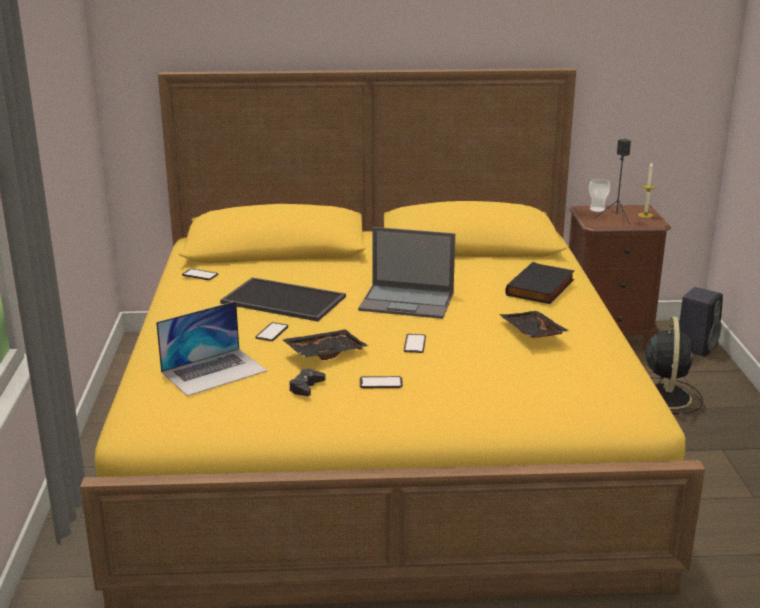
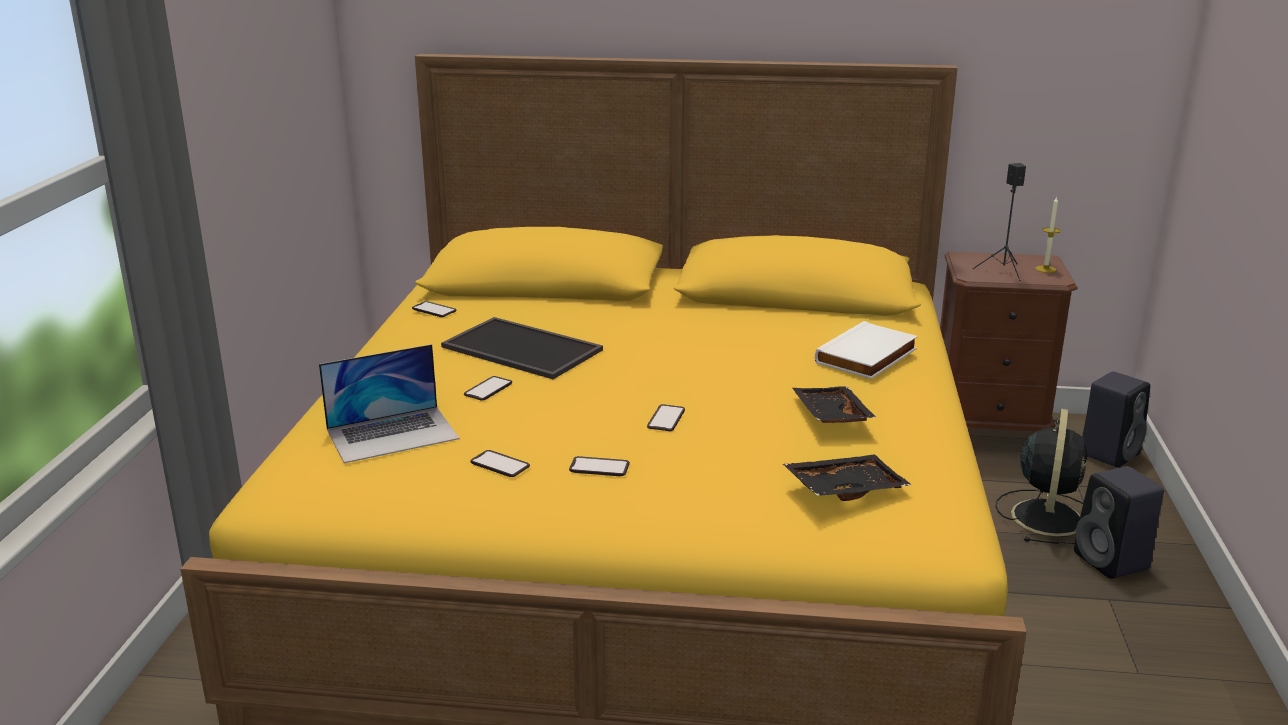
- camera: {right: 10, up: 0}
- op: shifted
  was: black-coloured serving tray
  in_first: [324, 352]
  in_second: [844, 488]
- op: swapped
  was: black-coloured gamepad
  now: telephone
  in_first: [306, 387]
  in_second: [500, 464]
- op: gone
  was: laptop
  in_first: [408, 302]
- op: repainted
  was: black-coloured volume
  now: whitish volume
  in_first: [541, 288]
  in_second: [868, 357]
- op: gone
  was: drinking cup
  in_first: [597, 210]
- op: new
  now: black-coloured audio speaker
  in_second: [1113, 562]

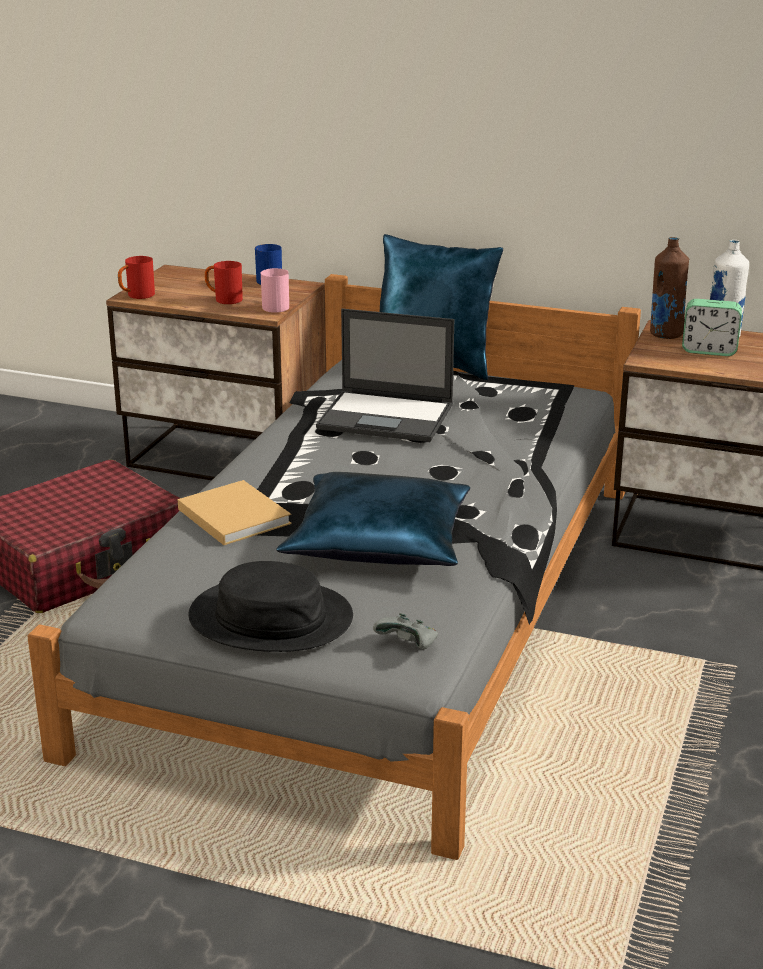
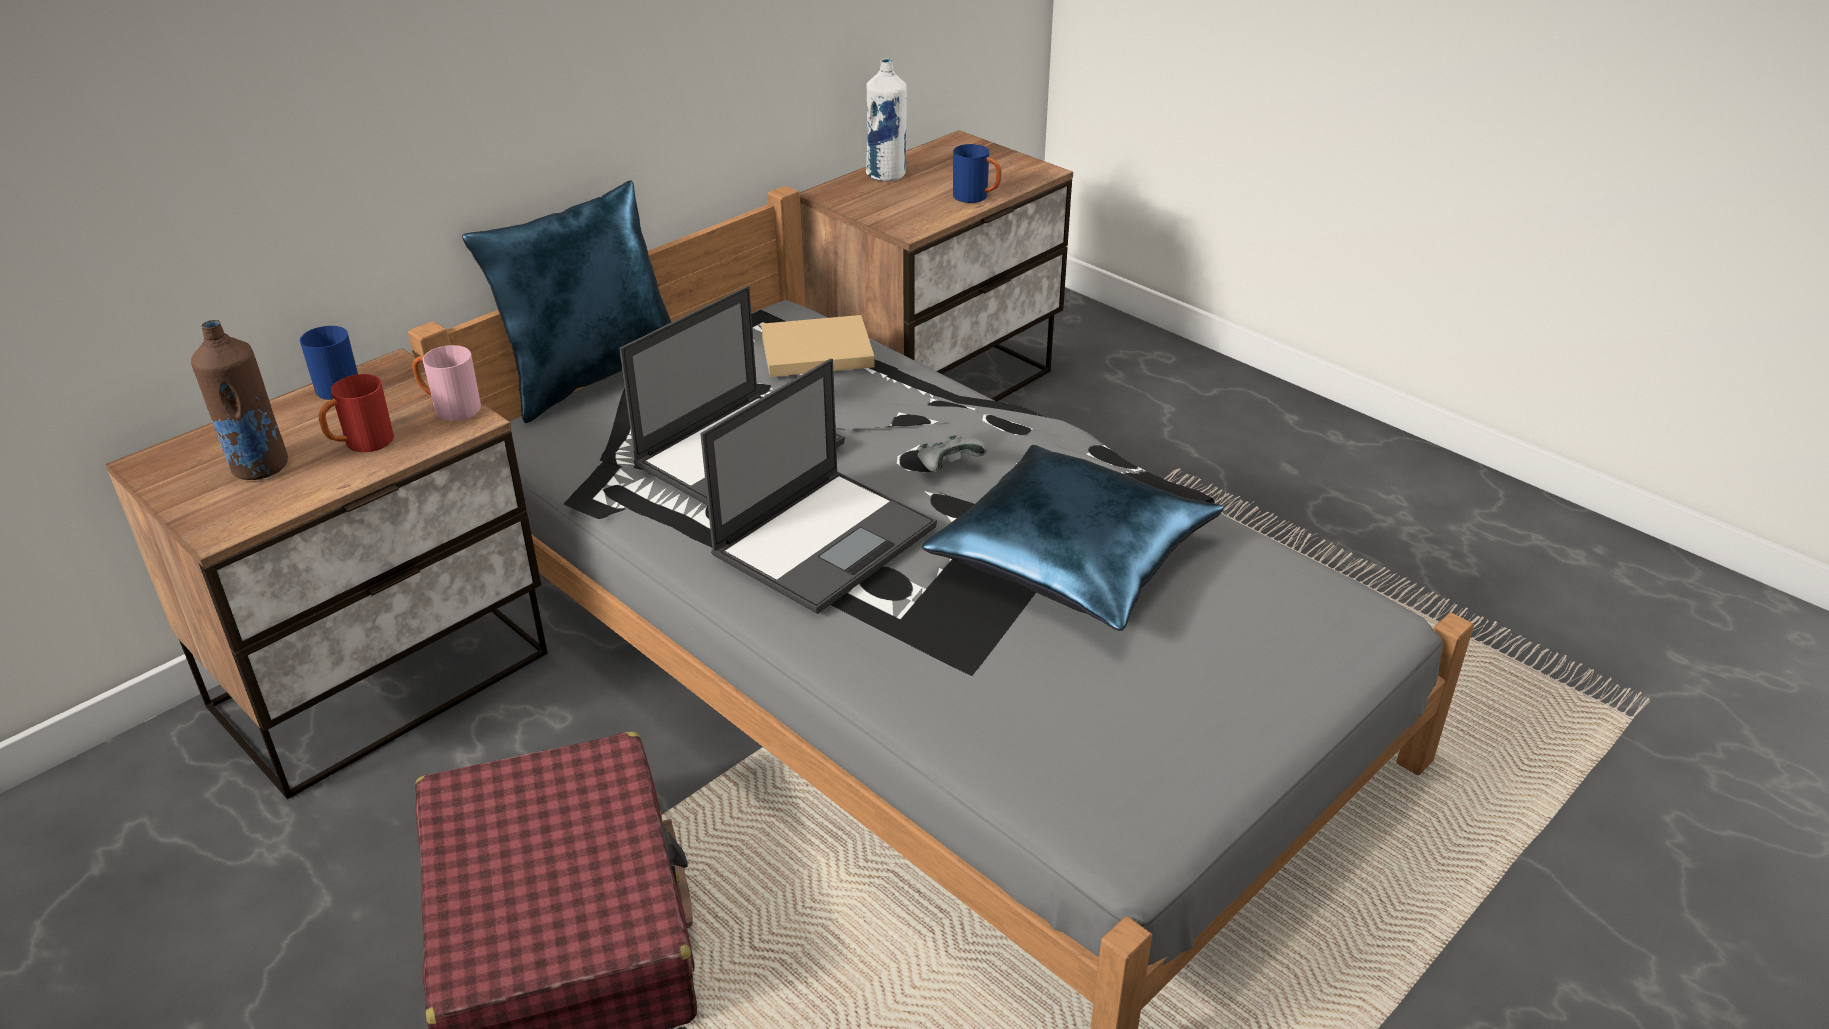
- camera: {right: -65, up: 10}
- op: gone
  was: red mug
  in_first: [136, 296]
- op: shifted
  was: beige volume
  in_first: [232, 515]
  in_second: [813, 351]
- op: gone
  was: black-coloured wearable hat
  in_first: [271, 618]
- op: shifted
  was: greyish gamepad
  in_first: [409, 646]
  in_second: [949, 467]
- op: shifted
  was: brown bottle
  in_first: [665, 334]
  in_second: [259, 467]
- op: gone
  was: bedside clock
  in_first: [709, 351]
- op: new
  now: laptop
  in_second: [826, 539]
- op: new
  now: blue-coloured mug
  in_second: [976, 198]

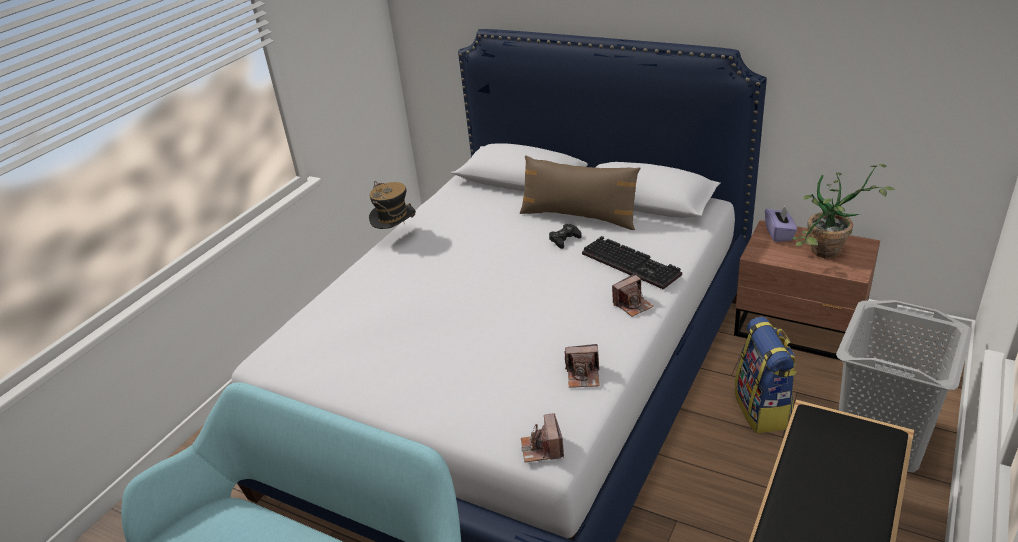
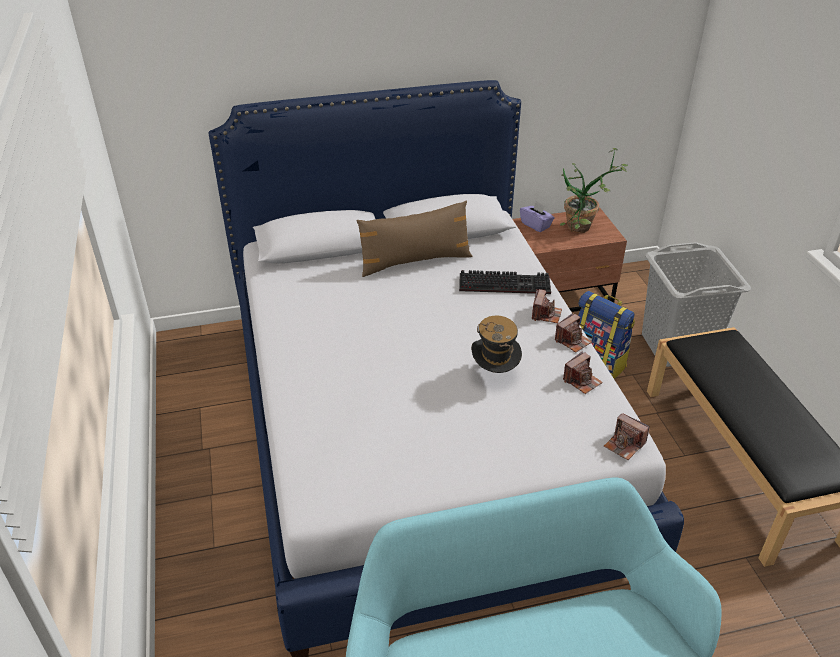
- camera: {right: -45, up: 5}
- op: shifted
  was: wearable hat
  in_first: [396, 237]
  in_second: [494, 374]
- op: gone
  was: black-coloured gamepad
  in_first: [564, 239]
- op: new
  now: photo camera
  in_second: [572, 341]

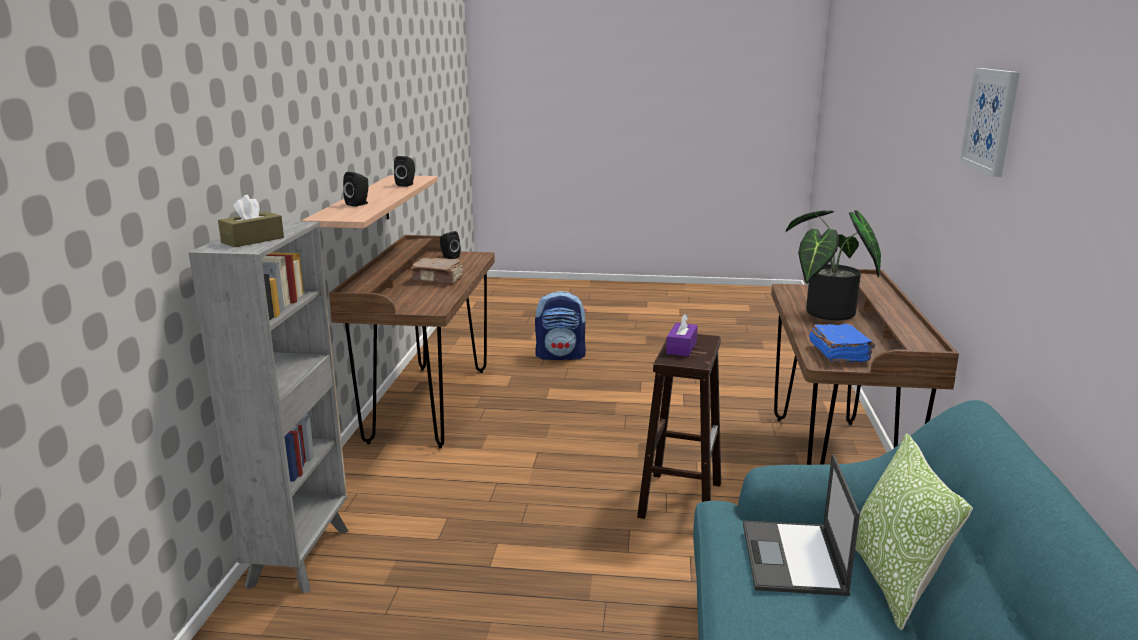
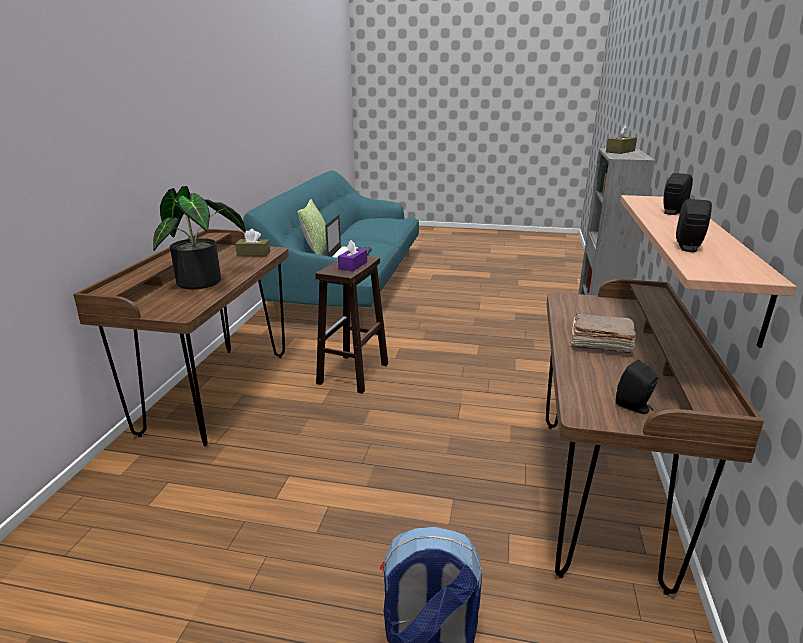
- camera: {right: -175, up: 5}
- op: swapped
  was: blue-coloured volume
  now: brown box of tissues
  in_first: [839, 354]
  in_second: [253, 254]
- op: gone
  was: wall art
  in_first: [991, 120]

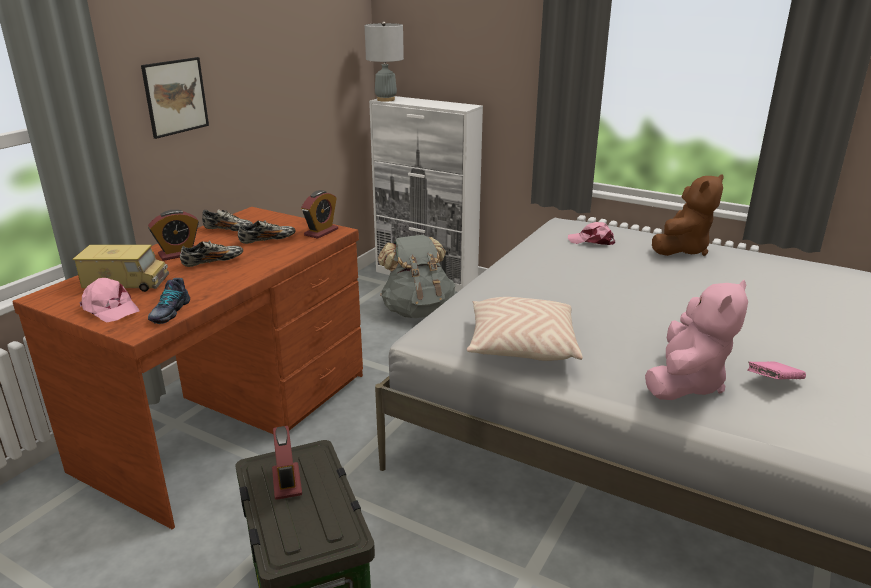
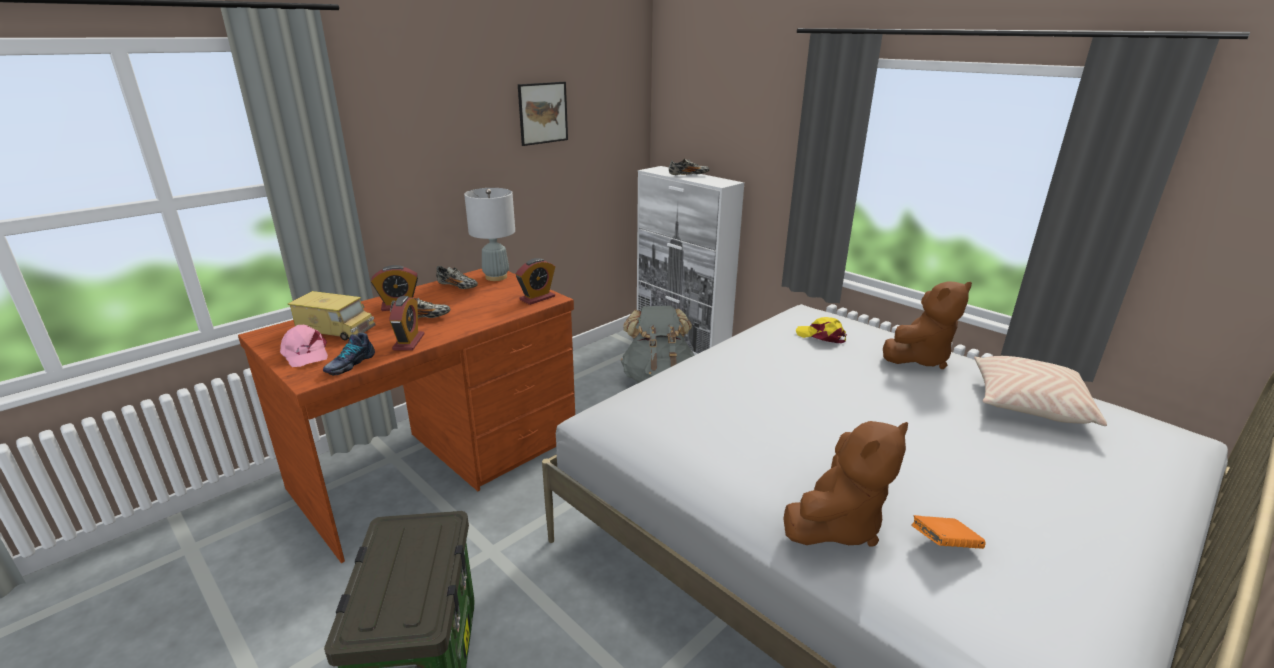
- camera: {right: 15, up: 0}
- op: shifted
  was: wall art
  in_first: [175, 97]
  in_second: [543, 113]
- op: shifted
  was: low shoe
  in_first: [267, 240]
  in_second: [688, 175]
- op: shifted
  was: bedside clock
  in_first: [287, 482]
  in_second: [409, 342]
- op: shifted
  was: greyish table lamp
  in_first: [386, 99]
  in_second: [496, 277]
- op: shifted
  was: beige throw pillow
  in_first: [521, 346]
  in_second: [1028, 405]
- op: repainted
  was: pink peaked cap
  now: yellow peaked cap
  in_first: [592, 241]
  in_second: [821, 336]
- op: repainted
  was: pink cuddly toy
  now: brown cuddly toy
  in_first: [686, 383]
  in_second: [836, 525]
- op: repainted
  was: pink volume
  now: orangey volume
  in_first: [773, 382]
  in_second: [944, 544]

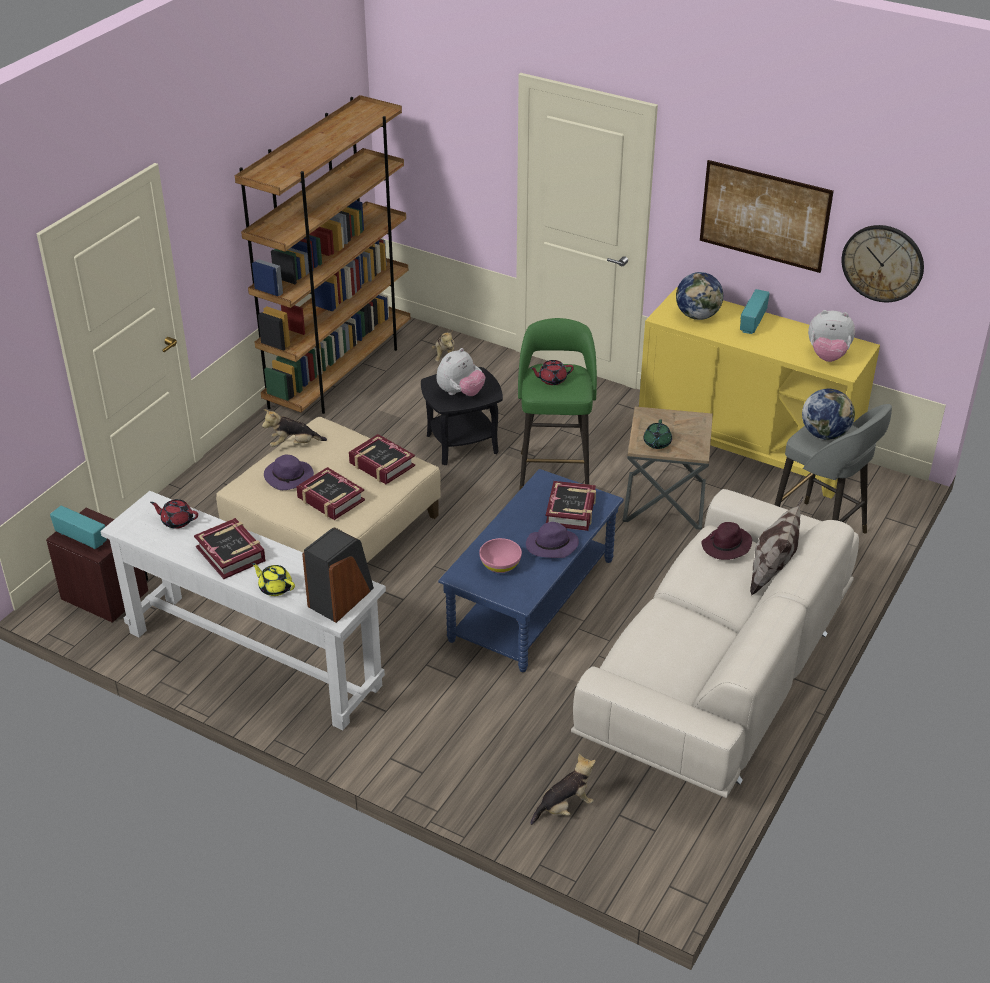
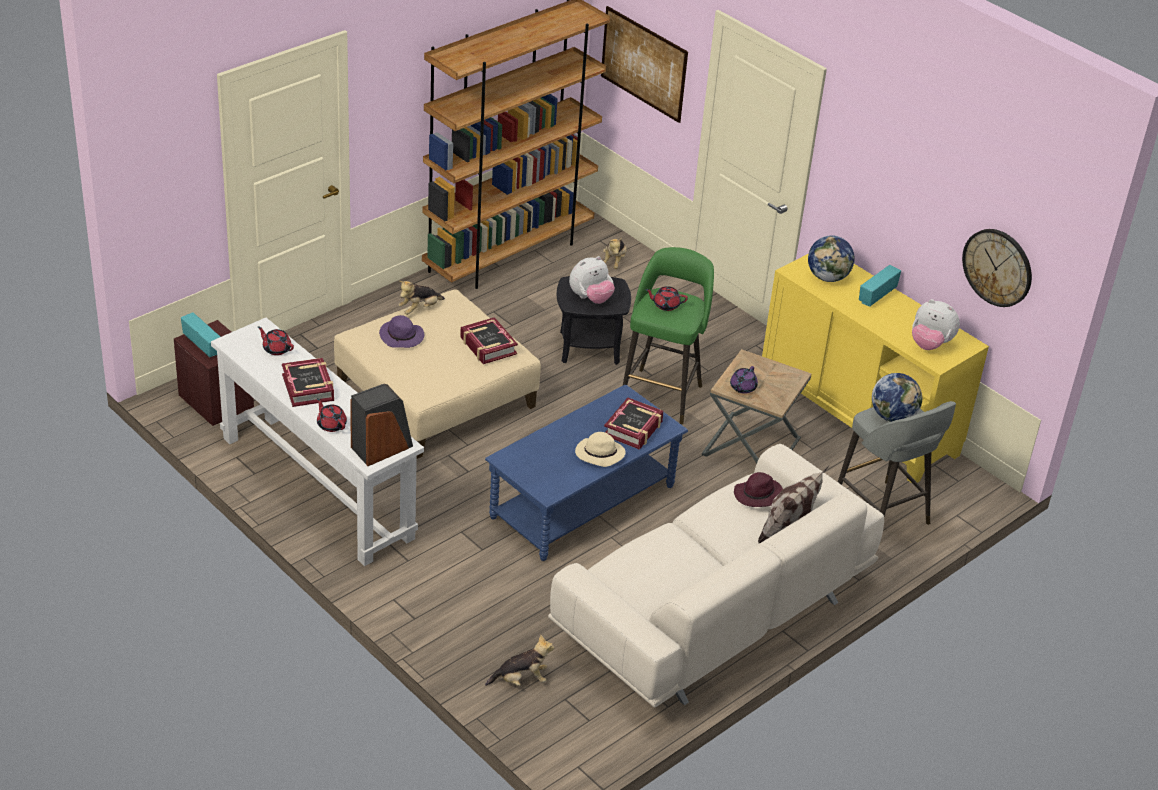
- camera: {right: 15, up: 0}
- op: repainted
  was: yellow tea pot
  now: red tea pot
  in_first: [275, 587]
  in_second: [331, 424]
- op: rotated
  was: cuddly toy
  in_first: [294, 445]
  in_second: [419, 309]
  clockwise: -45
- op: gone
  was: volume
  in_first: [330, 499]
- op: gone
  was: pink bowl
  in_first: [500, 565]
- op: repainted
  was: purple wearable hat
  now: beige wearable hat
  in_first: [551, 546]
  in_second: [599, 454]
- op: repainted
  was: green-coloured tea pot
  now: purple tea pot
  in_first: [657, 443]
  in_second: [742, 388]
- op: shifted
  was: wall art
  in_first: [764, 216]
  in_second: [643, 64]

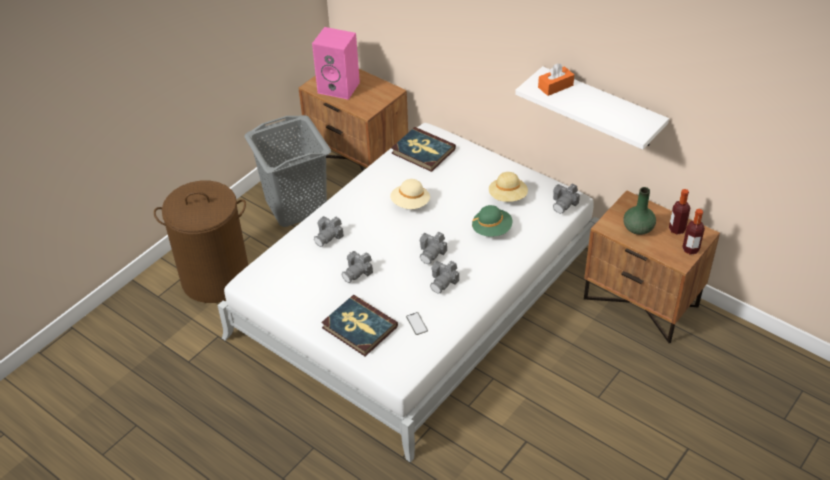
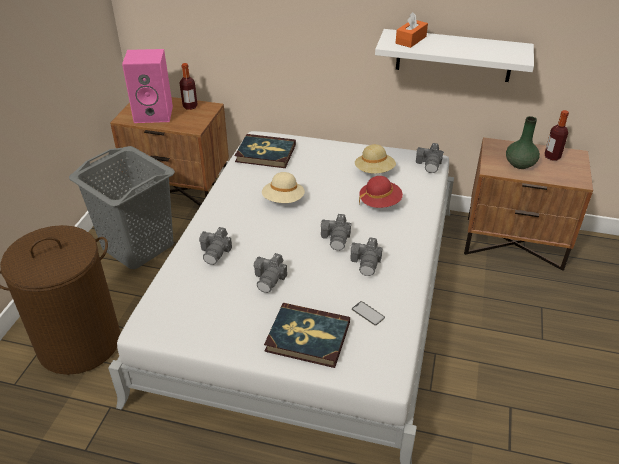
- camera: {right: -25, up: -5}
- op: repainted
  was: green-coloured wearable hat
  now: red wearable hat
  in_first: [492, 229]
  in_second: [380, 202]
- op: shifted
  was: bottle
  in_first: [690, 249]
  in_second: [190, 106]

